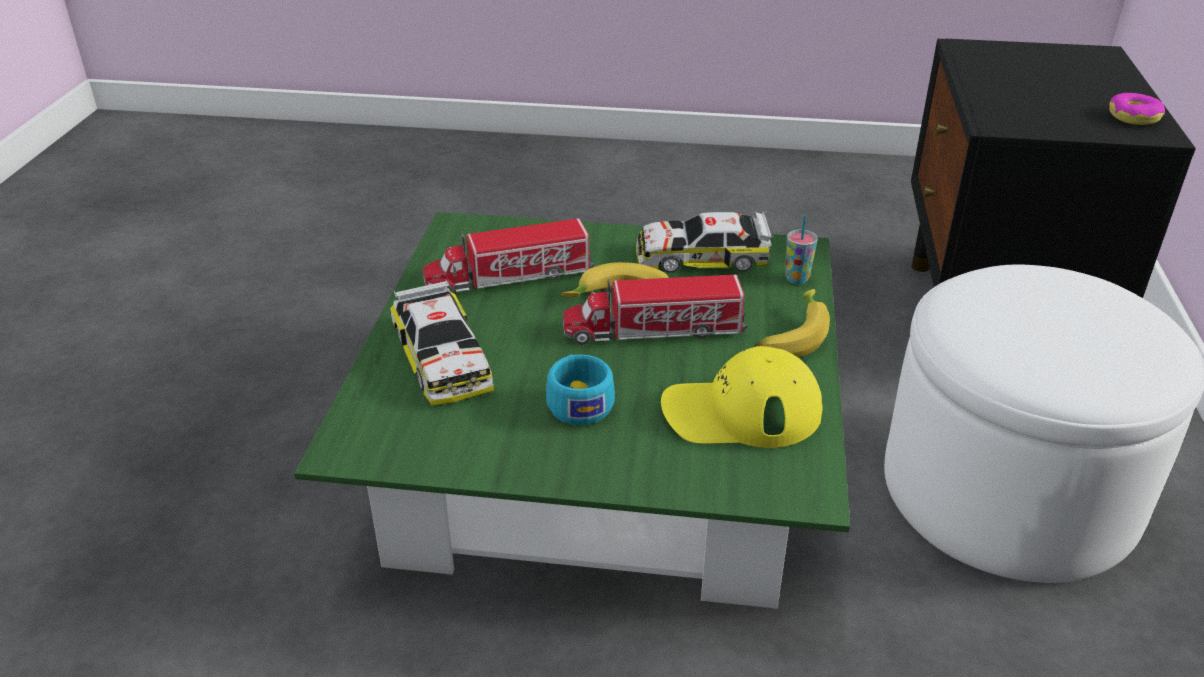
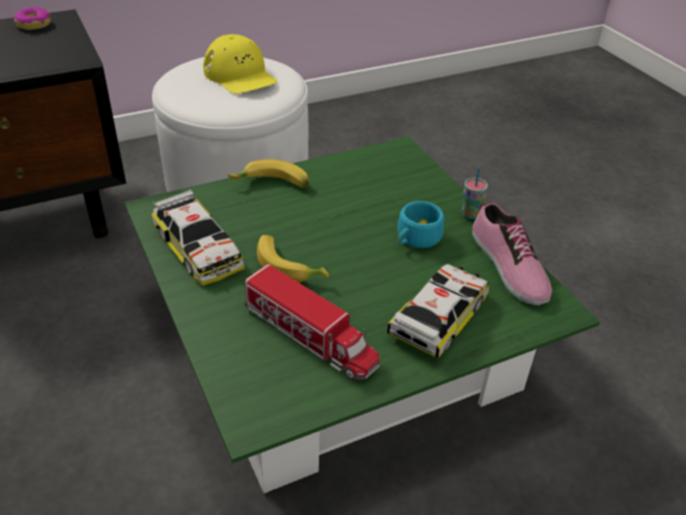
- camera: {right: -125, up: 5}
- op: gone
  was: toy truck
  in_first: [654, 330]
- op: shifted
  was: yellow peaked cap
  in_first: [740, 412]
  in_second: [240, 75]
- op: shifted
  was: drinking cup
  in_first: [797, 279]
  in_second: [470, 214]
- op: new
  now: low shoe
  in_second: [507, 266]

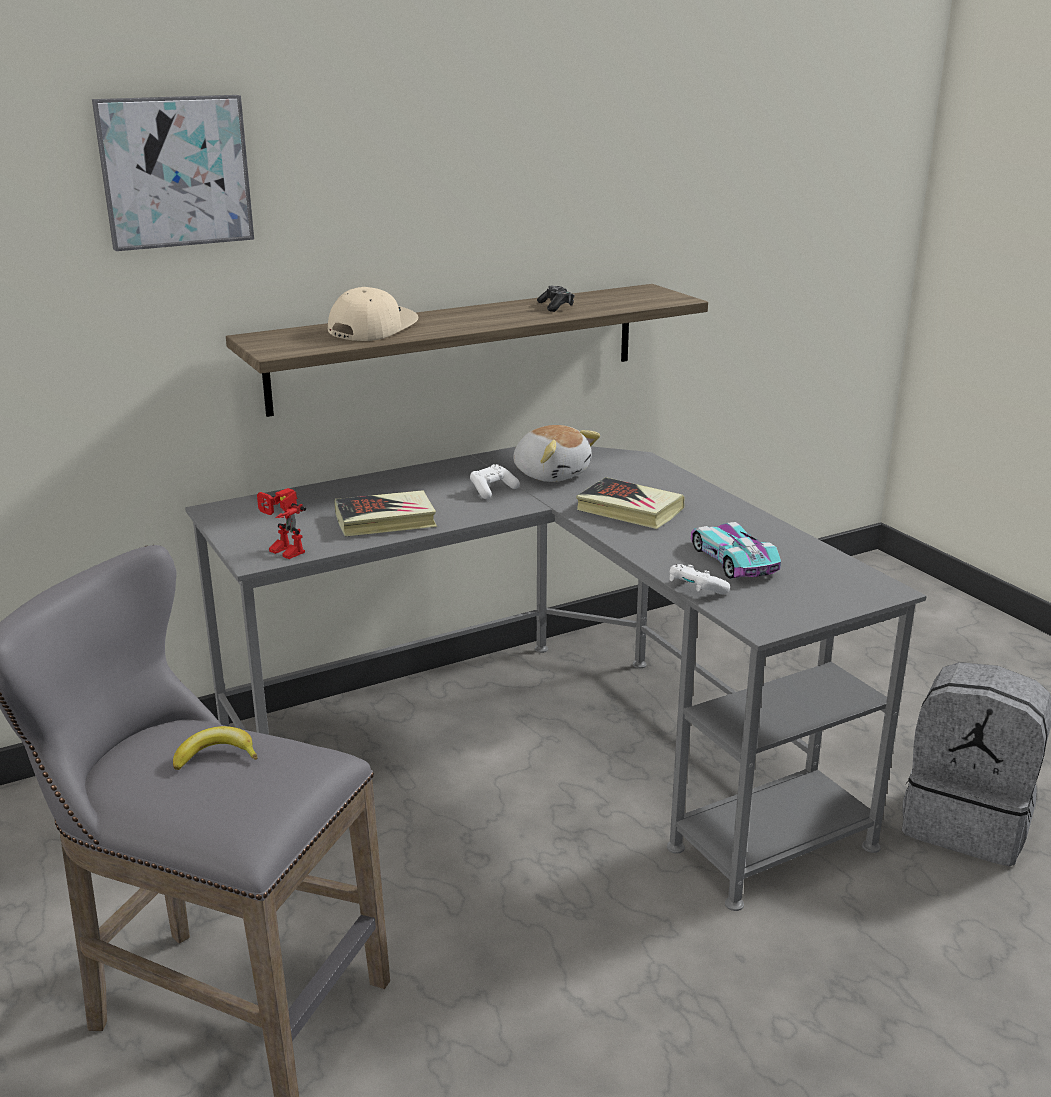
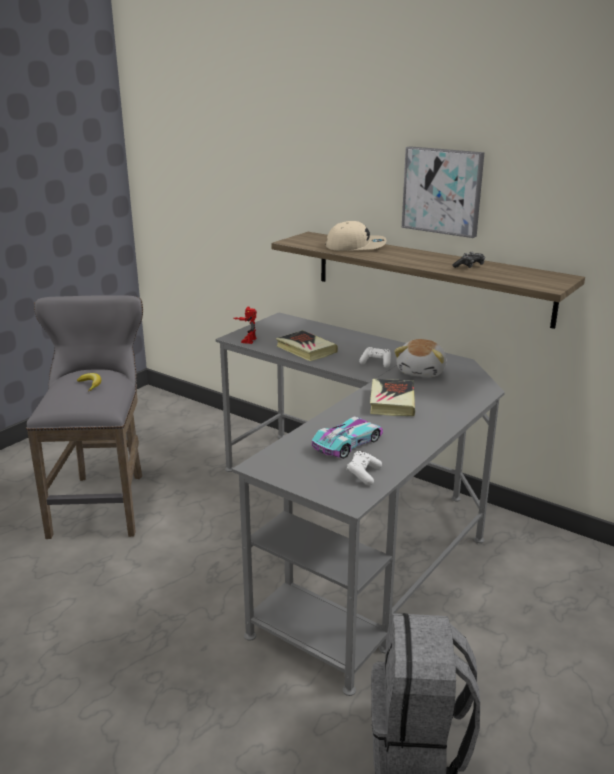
- camera: {right: 65, up: 0}
- op: shifted
  was: wall art
  in_first: [174, 171]
  in_second: [443, 191]
- op: shifted
  was: whitish gamepad
  in_first: [695, 590]
  in_second: [363, 474]

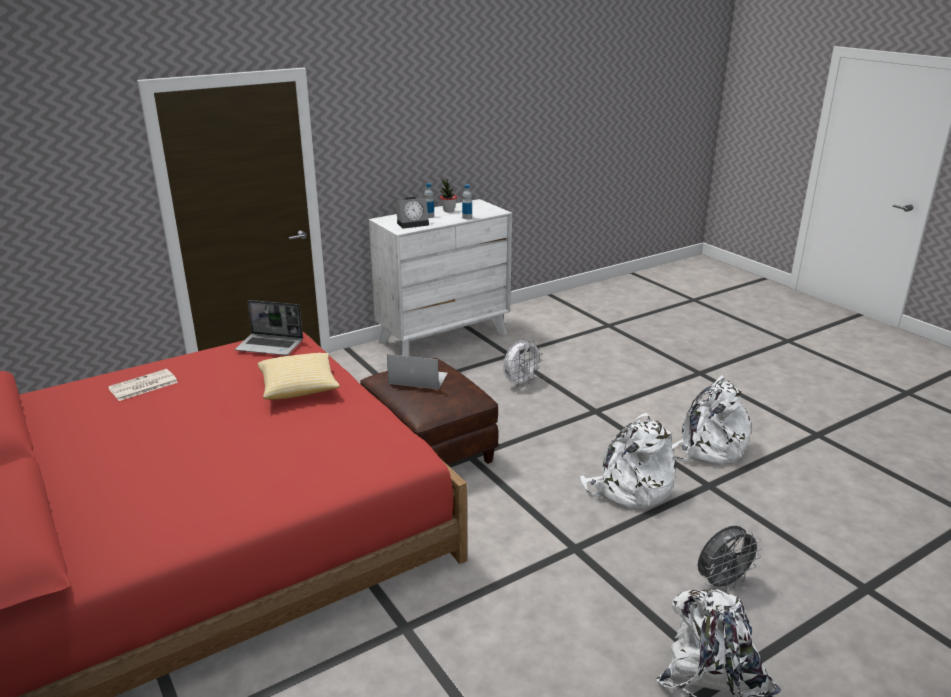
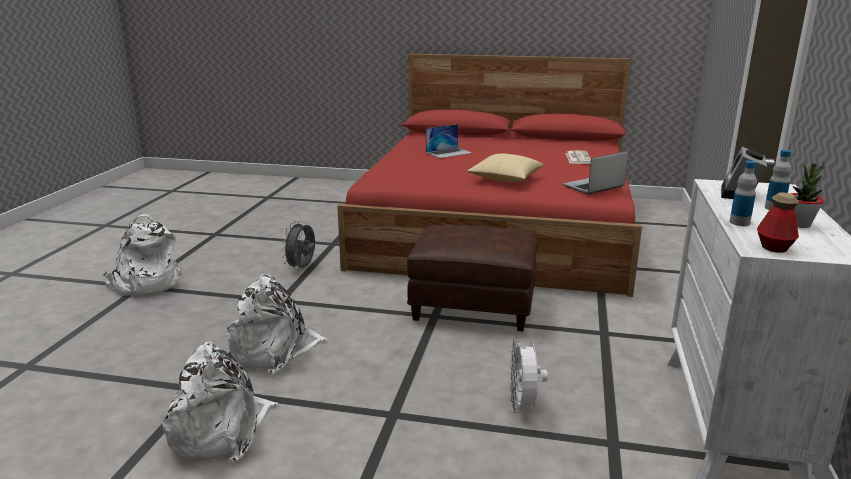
- camera: {right: 135, up: -5}
- op: shifted
  was: laptop
  in_first: [418, 378]
  in_second: [449, 152]
- op: shifted
  was: greyish electric fan
  in_first: [722, 583]
  in_second: [302, 268]
- op: new
  now: bottle
  in_second: [774, 247]

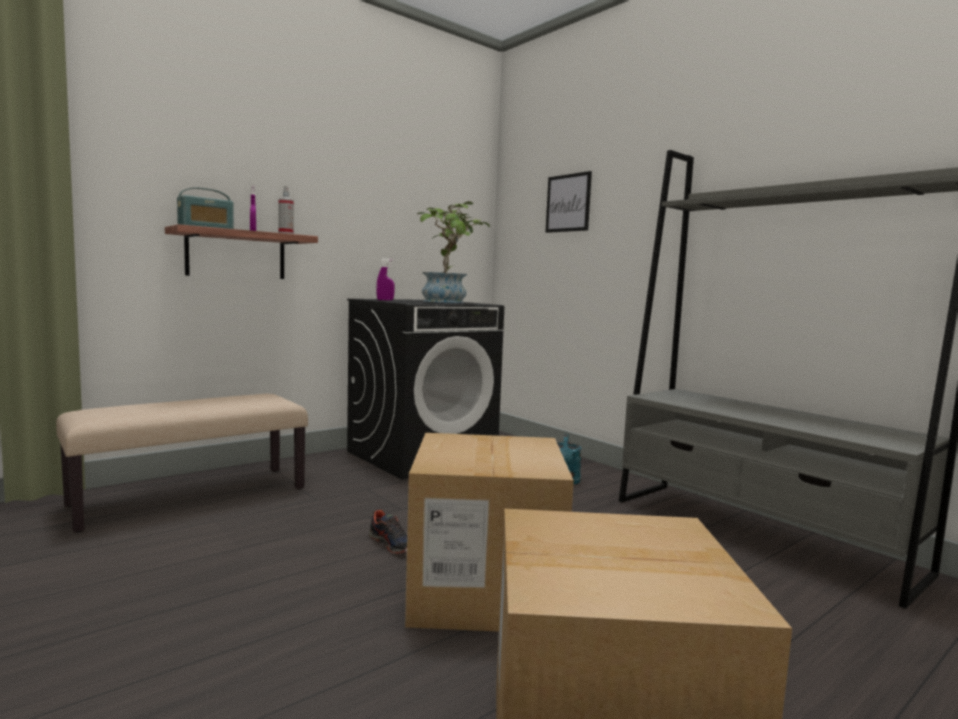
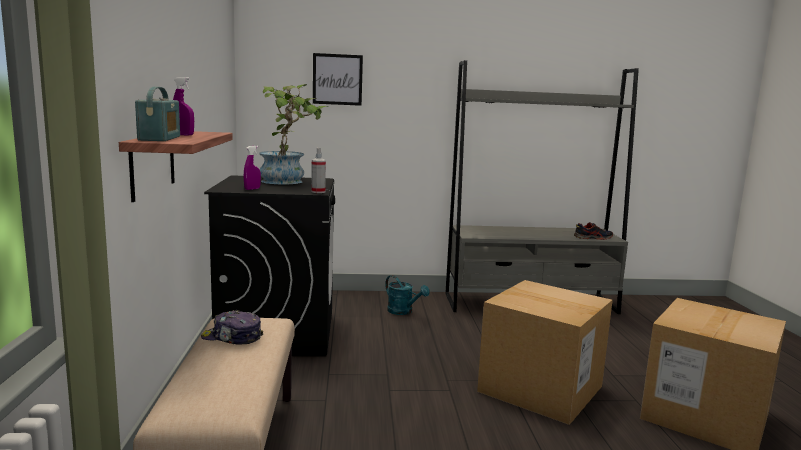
- camera: {right: -55, up: 5}
- op: shifted
  was: spray bottle
  in_first: [286, 234]
  in_second: [318, 192]
- op: shifted
  was: low shoe
  in_first: [392, 544]
  in_second: [592, 238]
- op: new
  now: peaked cap
  in_second: [232, 338]

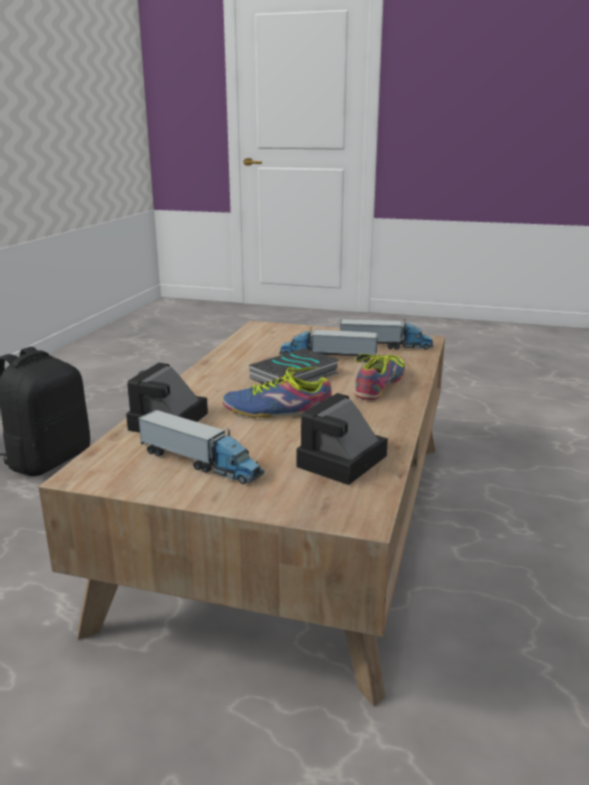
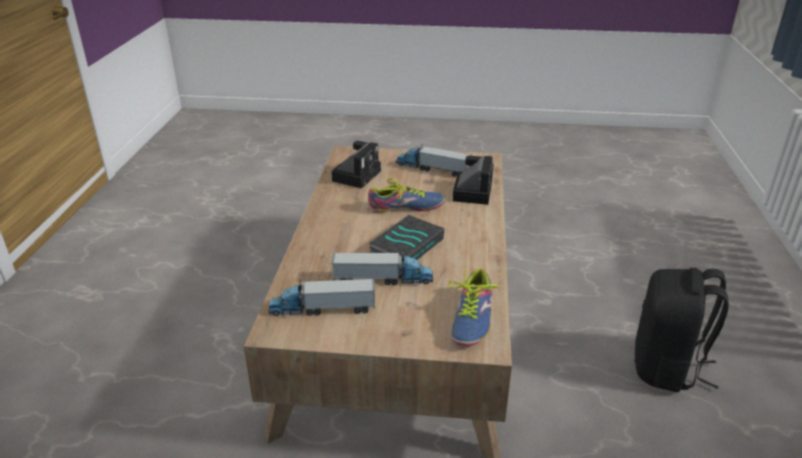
- camera: {right: 170, up: 10}
- op: shifted
  was: low shoe
  in_first: [379, 384]
  in_second: [472, 319]

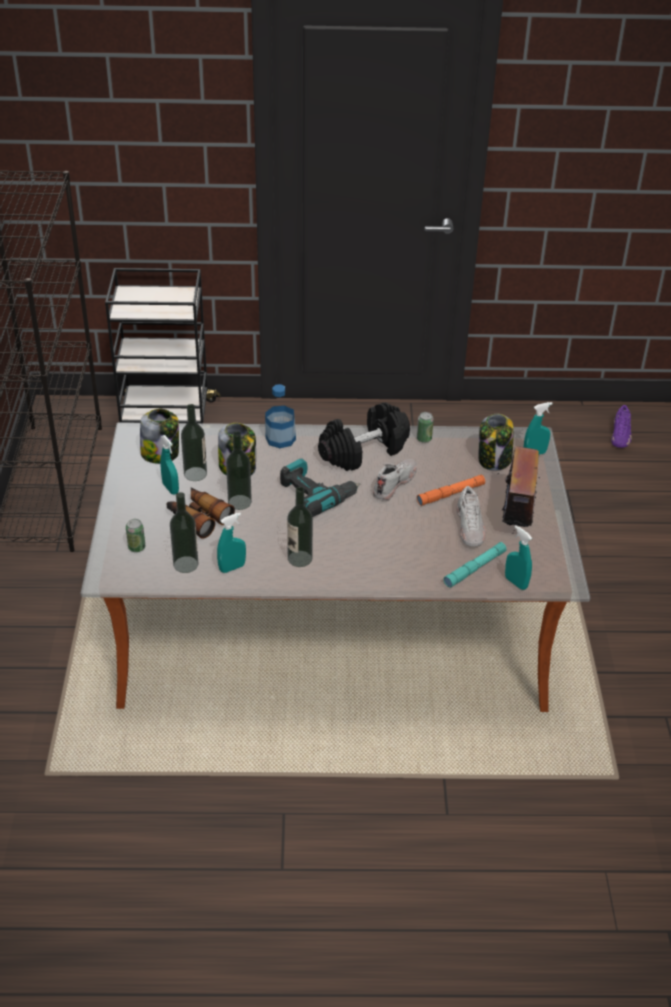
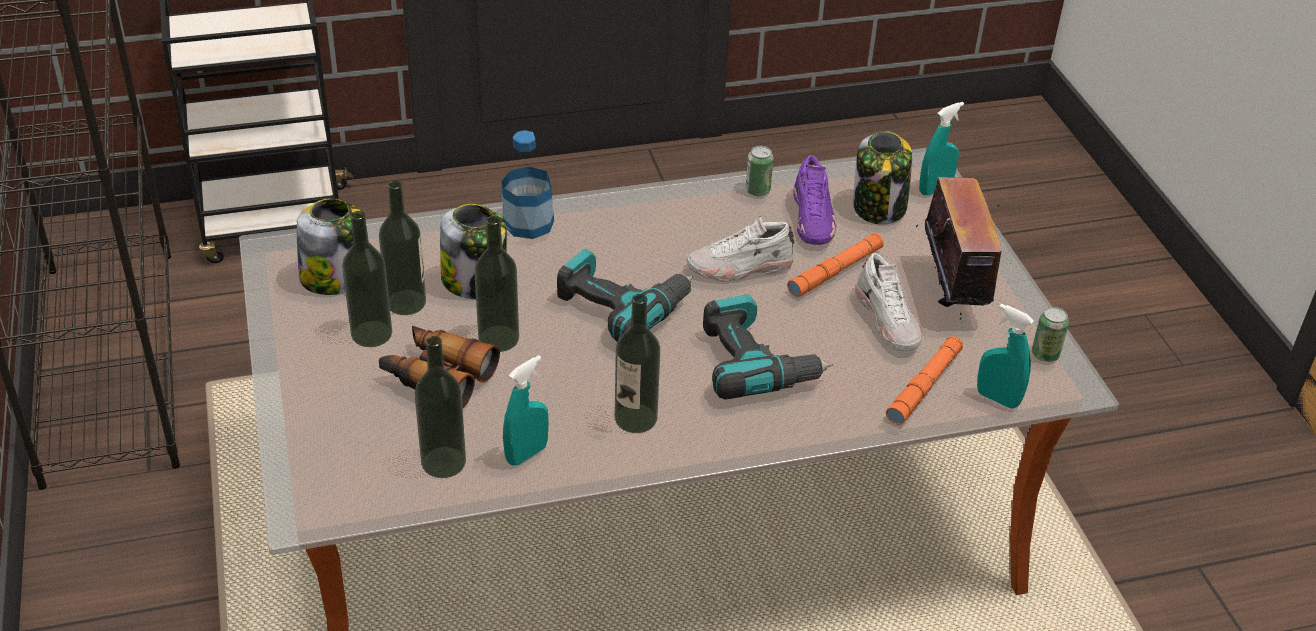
- camera: {right: -15, up: 0}
- op: shifted
  was: can
  in_first: [136, 547]
  in_second: [1045, 354]
- op: swapped
  was: blue-green spray bottle
  now: bottle
  in_first: [170, 488]
  in_second: [371, 334]
- op: gone
  was: black-coloured dumbbell
  in_first: [363, 452]
- op: rotated
  was: whitish low shoe
  in_first: [394, 483]
  in_second: [739, 268]
  clockwise: -120
- op: repainted
  was: blue-green torch
  now: orangey torch
  in_first: [475, 568]
  in_second: [924, 386]
- op: shifted
  was: purple low shoe
  in_first: [620, 435]
  in_second: [813, 219]
- op: new
  now: power drill
  in_second: [756, 362]

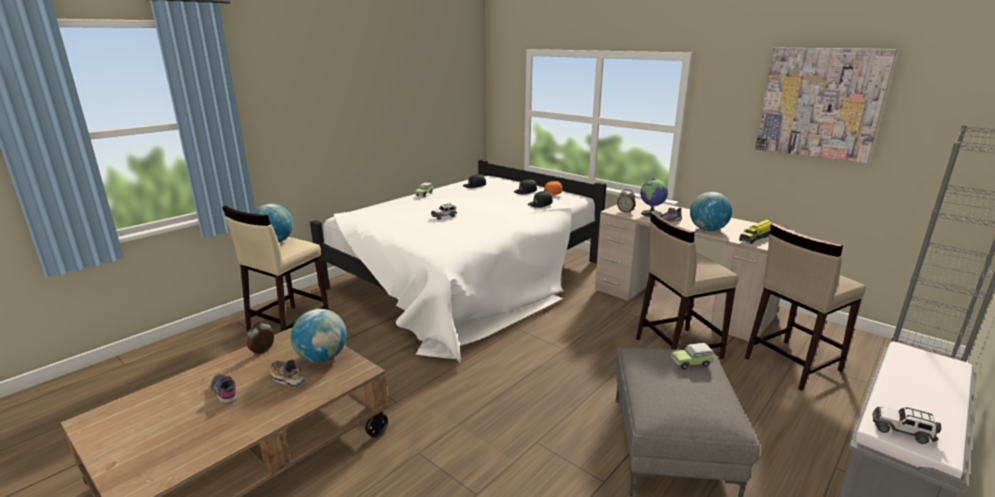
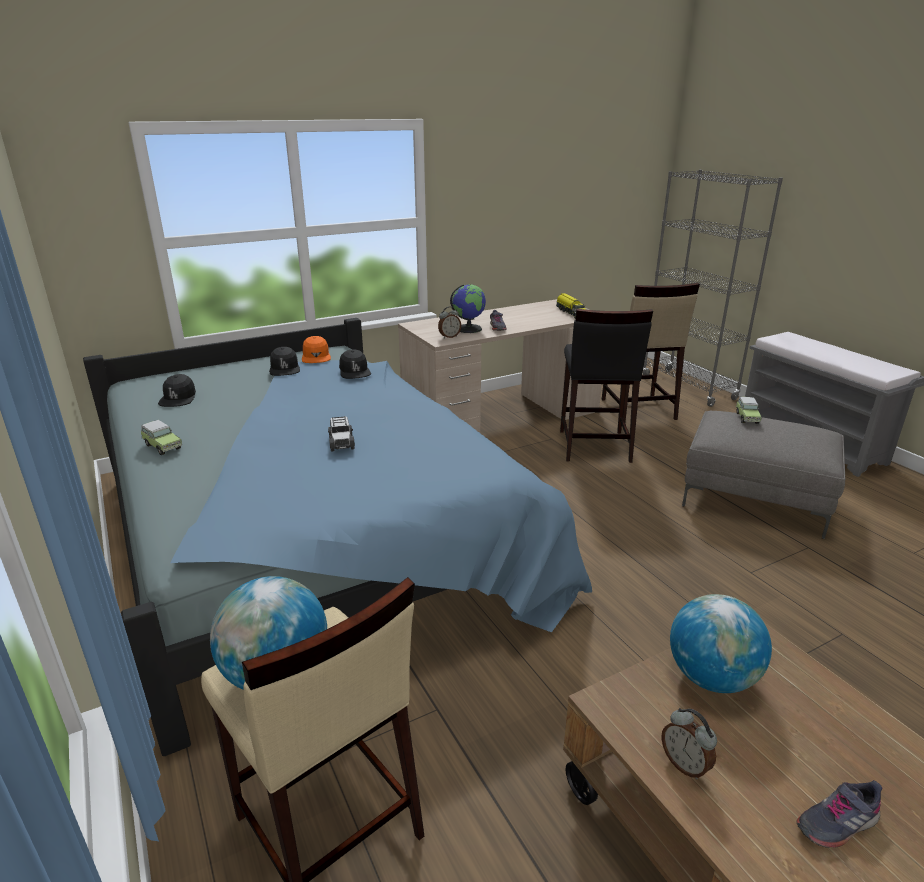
- camera: {right: -70, up: 5}
- op: gone
  was: low shoe
  in_first: [287, 378]
- op: repainted
  was: whitish bedroom bed
  now: blue-coloured bedroom bed
  in_first: [468, 278]
  in_second: [316, 539]
- op: repainted
  was: beige sitting stool
  now: black-coloured sitting stool
  in_first: [677, 348]
  in_second: [593, 446]
- op: gone
  was: world globe
  in_first: [707, 230]
- op: gone
  was: wall art
  in_first: [820, 103]
- op: gone
  was: toy car
  in_first: [902, 431]

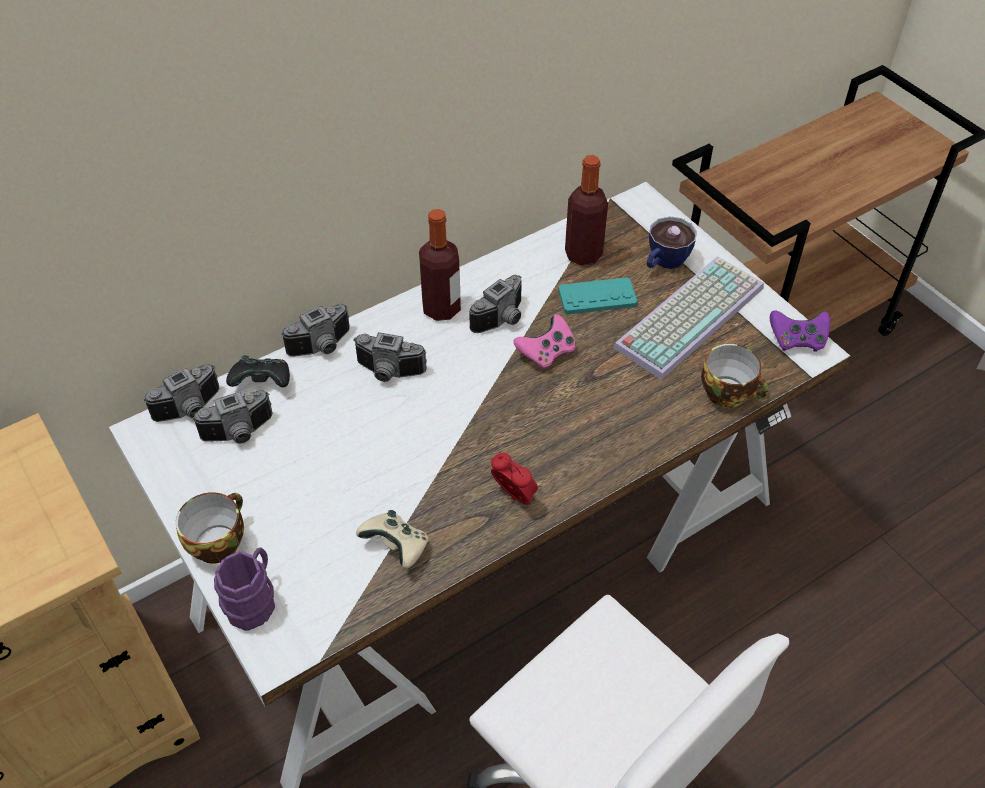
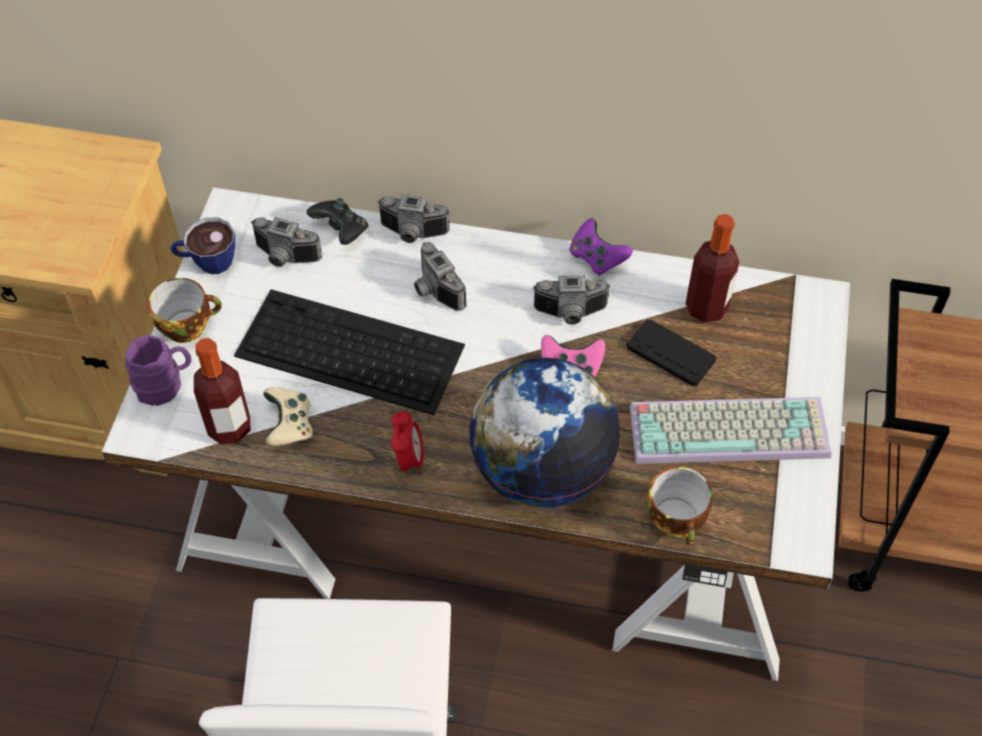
- camera: {right: 45, up: 5}
- op: gone
  was: photo camera
  in_first: [191, 410]
- op: shifted
  was: bottle
  in_first: [441, 308]
  in_second: [229, 428]
- op: repainted
  was: blue-green gamepad
  now: black-coloured gamepad
  in_first: [597, 297]
  in_second: [670, 354]
- op: shifted
  was: drinking cup
  in_first: [664, 262]
  in_second: [207, 262]
- op: shifted
  was: purple gamepad
  in_first: [797, 340]
  in_second: [596, 258]
- op: new
  now: computer keyboard
  in_second: [347, 351]
- op: new
  now: world globe
  in_second: [541, 470]

